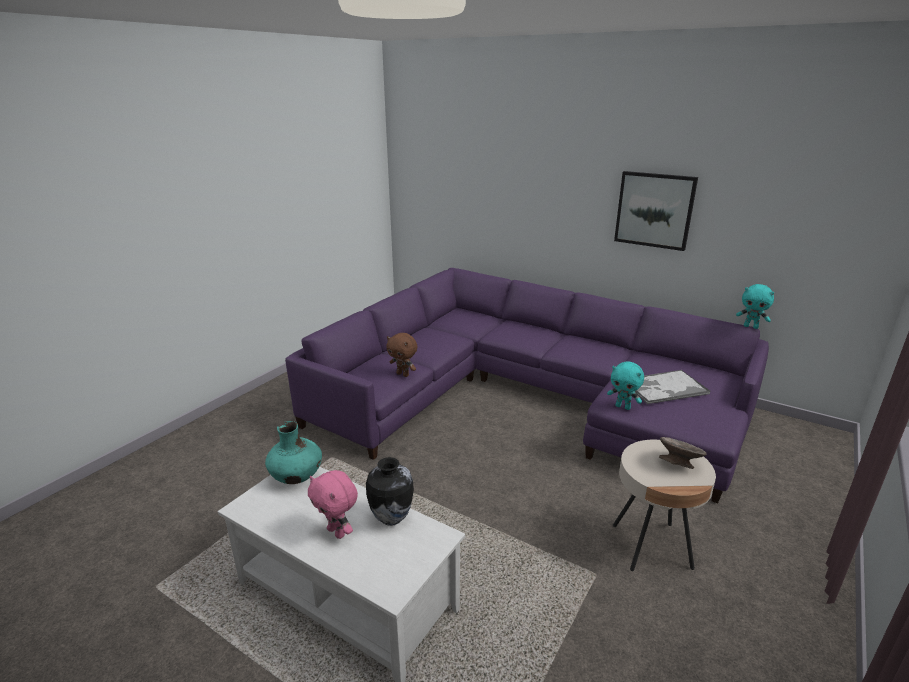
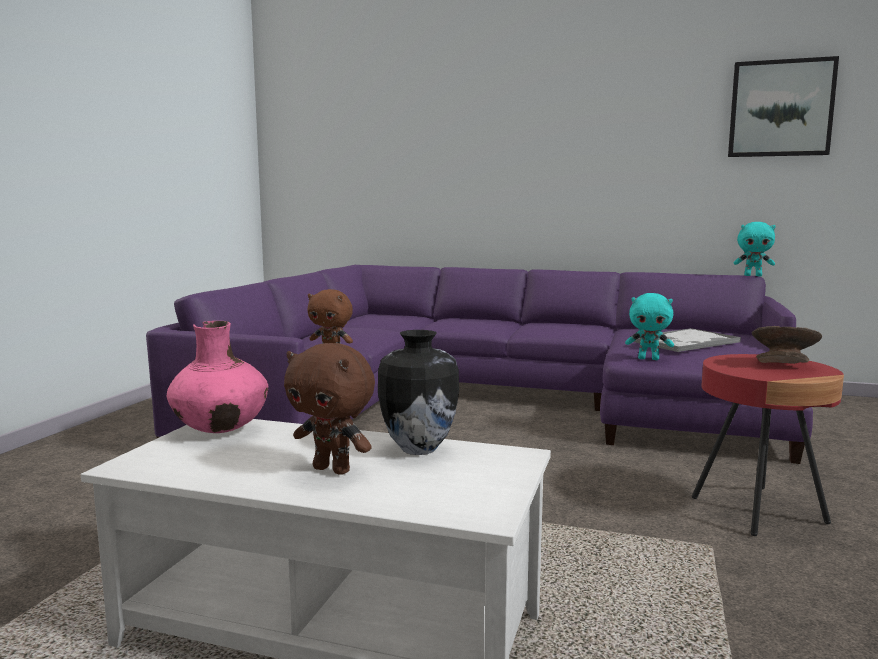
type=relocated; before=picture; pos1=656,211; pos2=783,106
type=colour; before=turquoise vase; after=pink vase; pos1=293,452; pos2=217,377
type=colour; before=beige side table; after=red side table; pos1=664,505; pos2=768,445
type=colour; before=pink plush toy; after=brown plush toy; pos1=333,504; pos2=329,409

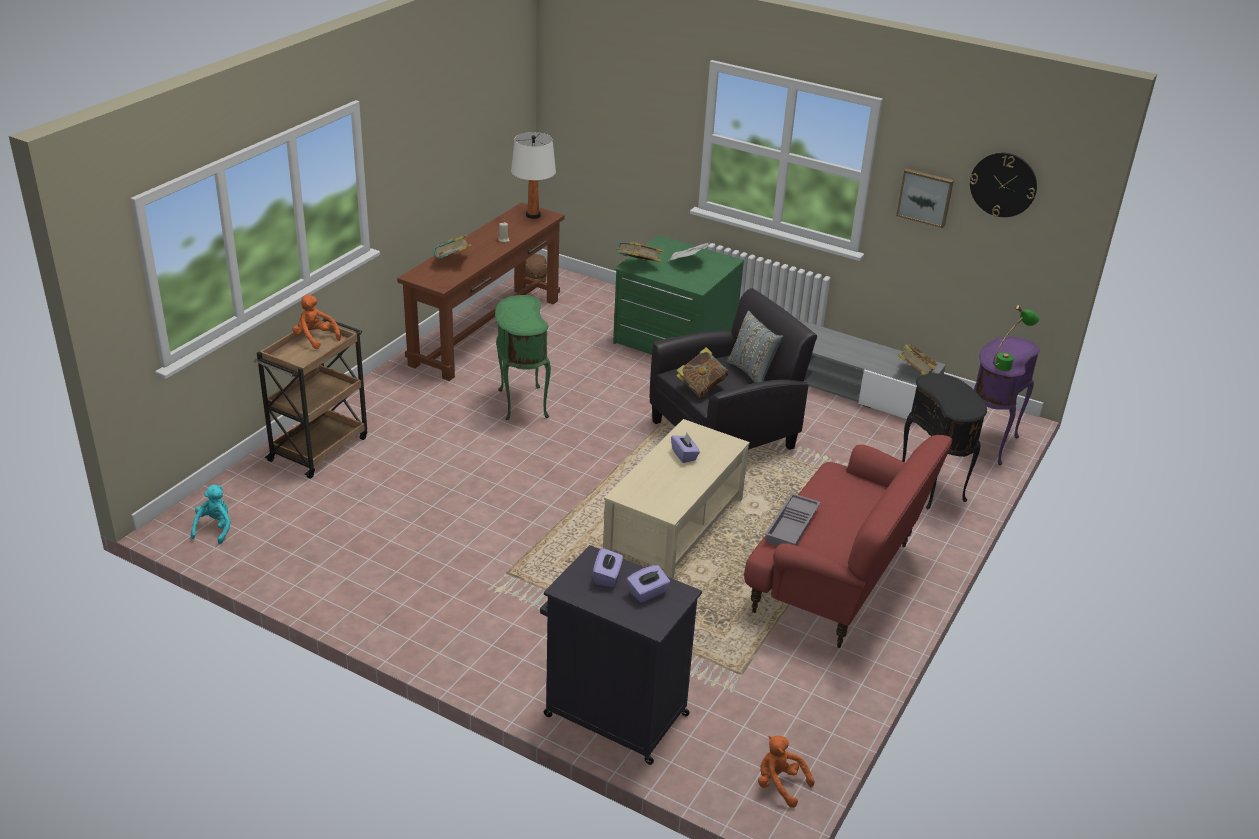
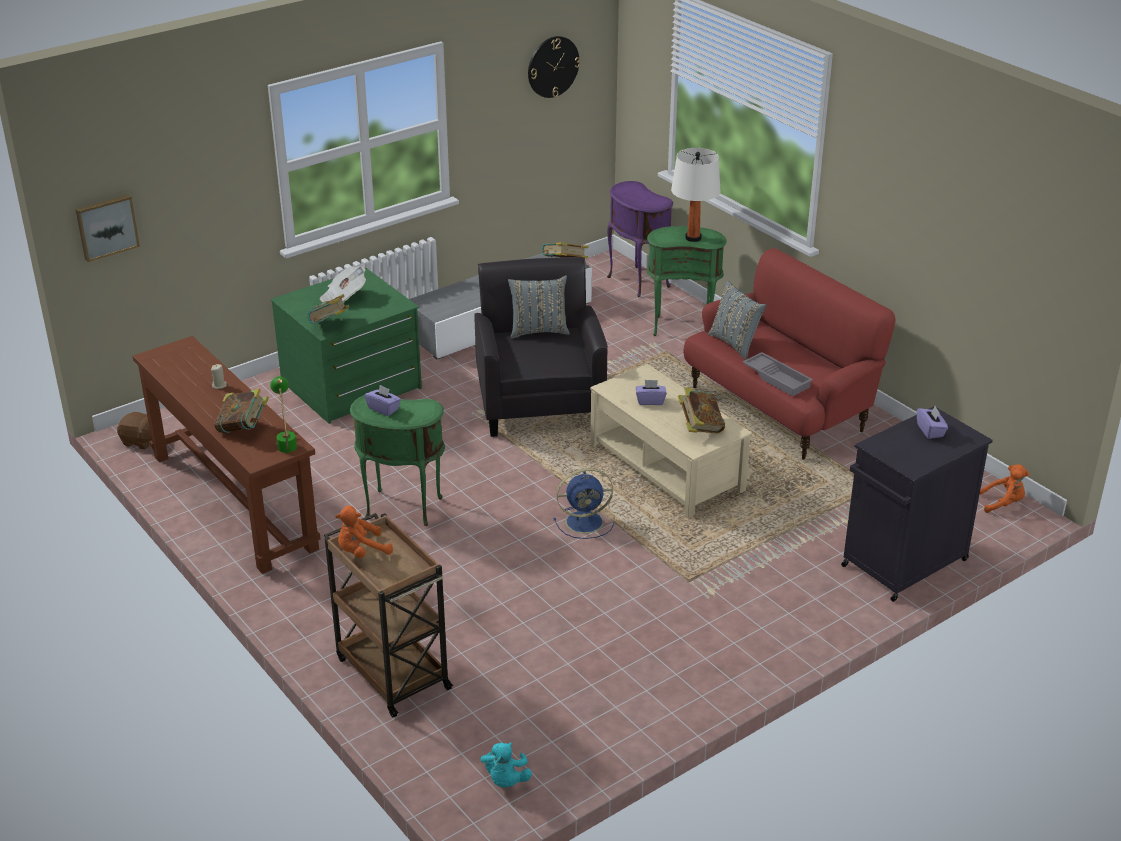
type=relocated; before=white table lamp; pos1=533,175; pos2=696,195
type=relocated; before=picture; pos1=925,198; pos2=107,228
type=relocated; before=green table lamp; pos1=1016,338; pos2=283,414
type=relocated; before=book; pos1=702,372; pos2=701,411
type=colour; before=black side table; after=green side table; pos1=944,441; pos2=687,281
type=spun; before=turquoise plush toy; pos1=211,514; pos2=506,764; turn=-120
type=relocated; before=purple tissue box; pos1=608,567; pos2=383,400
type=spun; before=orange plush toy; pos1=786,772; pos2=1004,488; turn=-150
type=appeared; after=grey pillow; pos2=737,320
type=appeared; after=blue fan; pos2=583,503

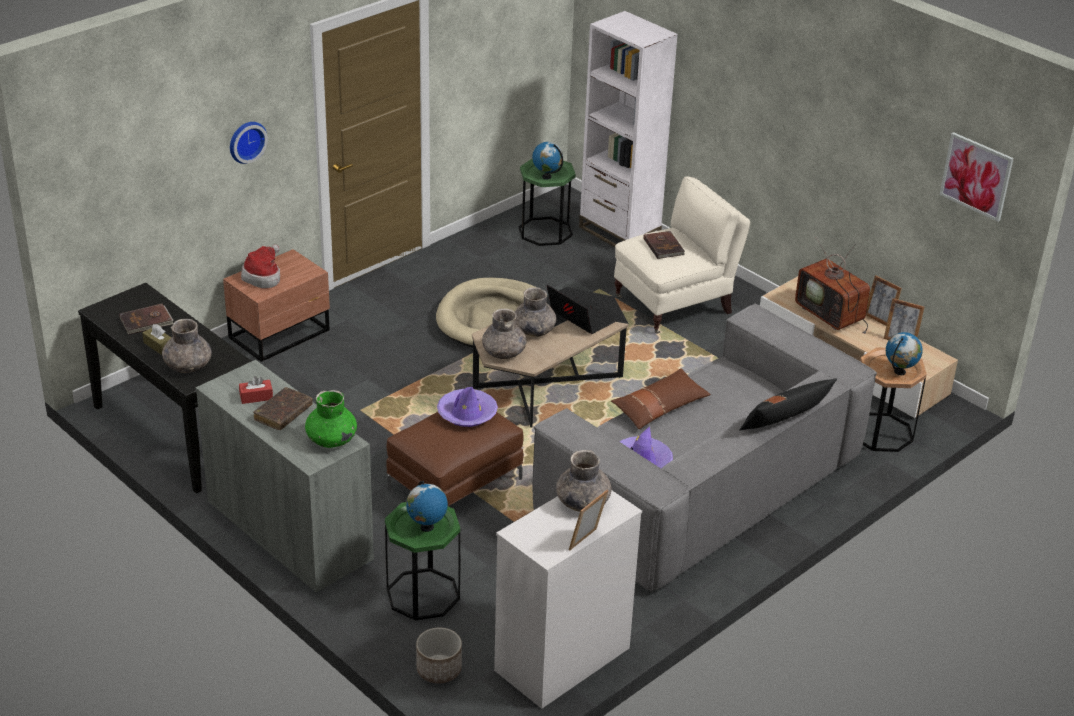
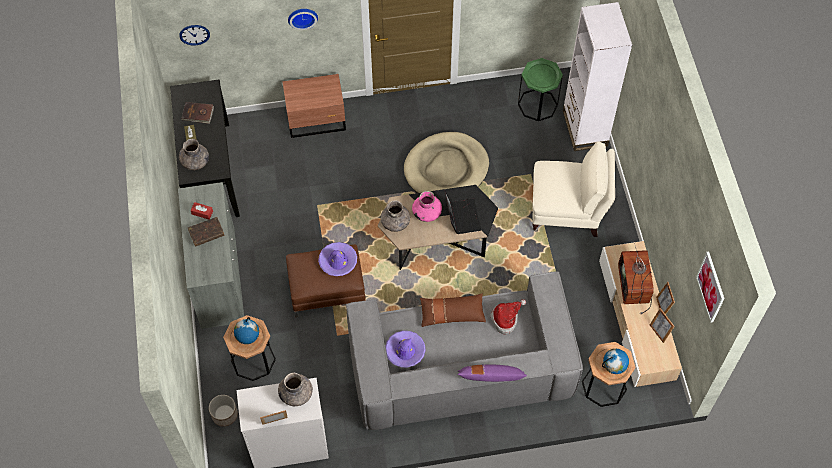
type=missing; before=globe; pos1=547,160
type=missing; before=brown book; pos1=664,245
type=relocated; before=hat; pos1=260,266; pos2=508,316
type=colour; before=grey vase; after=pink vase; pos1=536,312; pos2=427,206
type=colour; before=black pillow; after=purple pillow; pos1=788,404; pos2=492,373
type=missing; before=green vase; pos1=331,419
type=colour; before=green side table; after=brown side table; pos1=422,561; pos2=249,348
type=appeared; after=wall clock; pos2=195,35

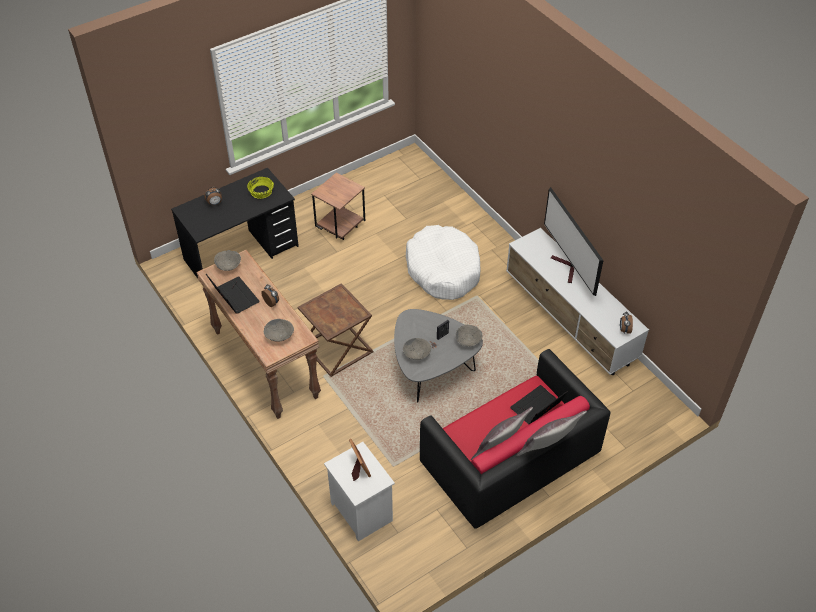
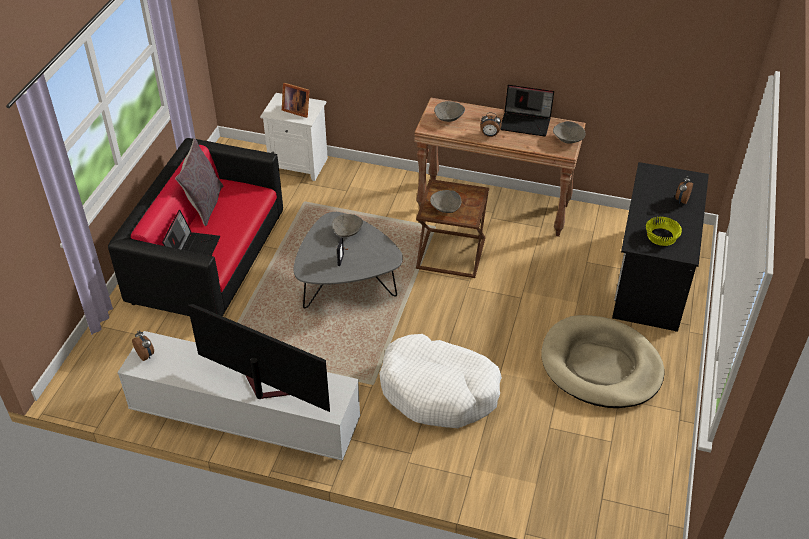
type=exchanged; before=brown side table; after=beige dog bed; pos1=338,206; pos2=603,361
type=relocated; before=grey bowl; pos1=469,336; pos2=445,201
type=missing; before=grey pillow; pos1=551,433

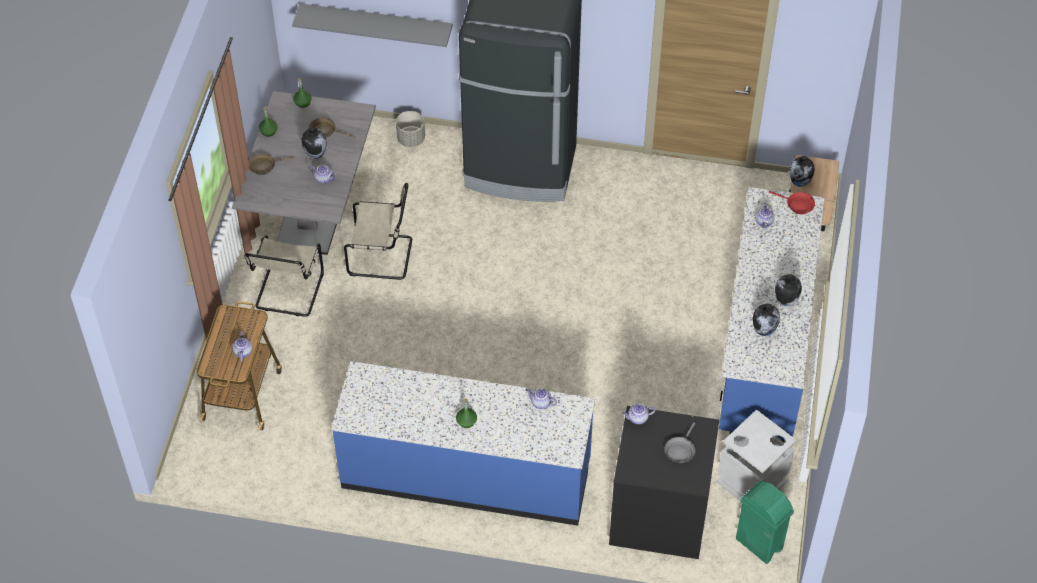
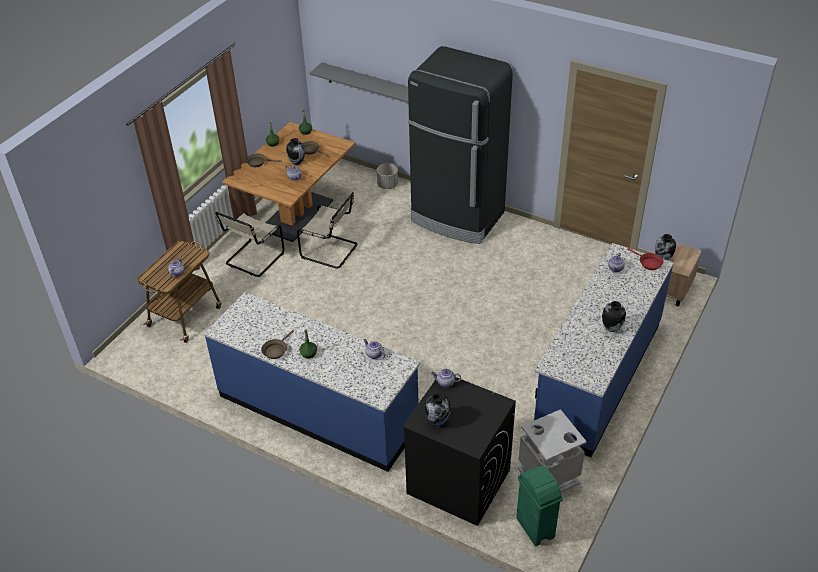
type=colour; before=grey dining table; after=brown dining table; pos1=304,173; pos2=288,182
type=relocated; before=vase; pos1=766,320; pos2=437,409
type=missing; before=grey frying pan; pos1=679,442
type=appeared; after=brown frying pan; pos2=277,344

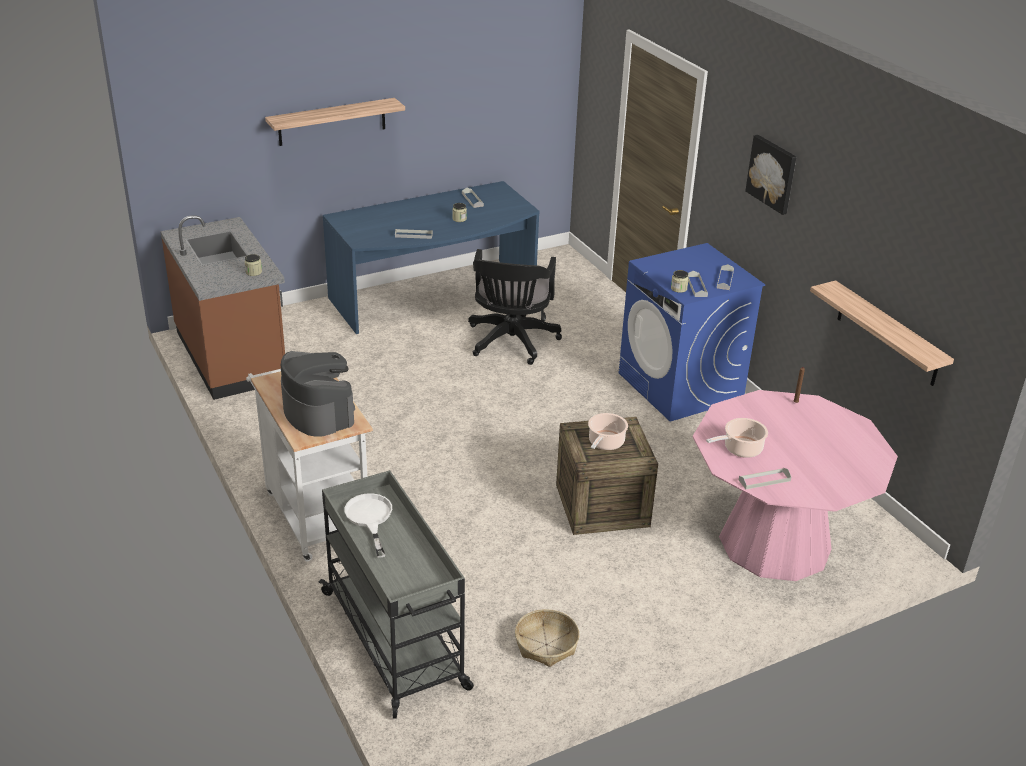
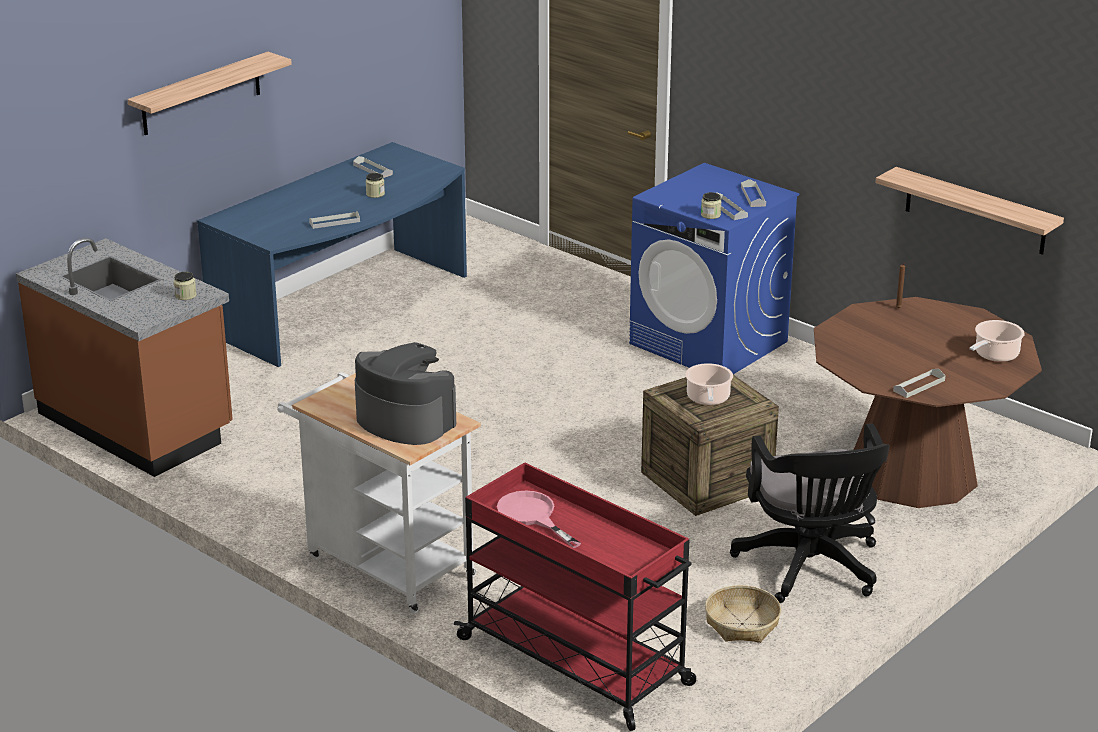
type=missing; before=picture; pos1=770,175
type=relocated; before=black office chair; pos1=515,307; pos2=810,513
type=colour; before=pink dining table; after=brown dining table; pos1=795,485; pos2=928,402
type=relocated; before=cooking pot; pos1=737,438; pos2=997,341
type=colour; before=grey cart; after=red cart; pos1=396,594; pos2=575,596
type=colour; before=white frying pan; after=pink frying pan; pos1=368,525; pos2=539,519

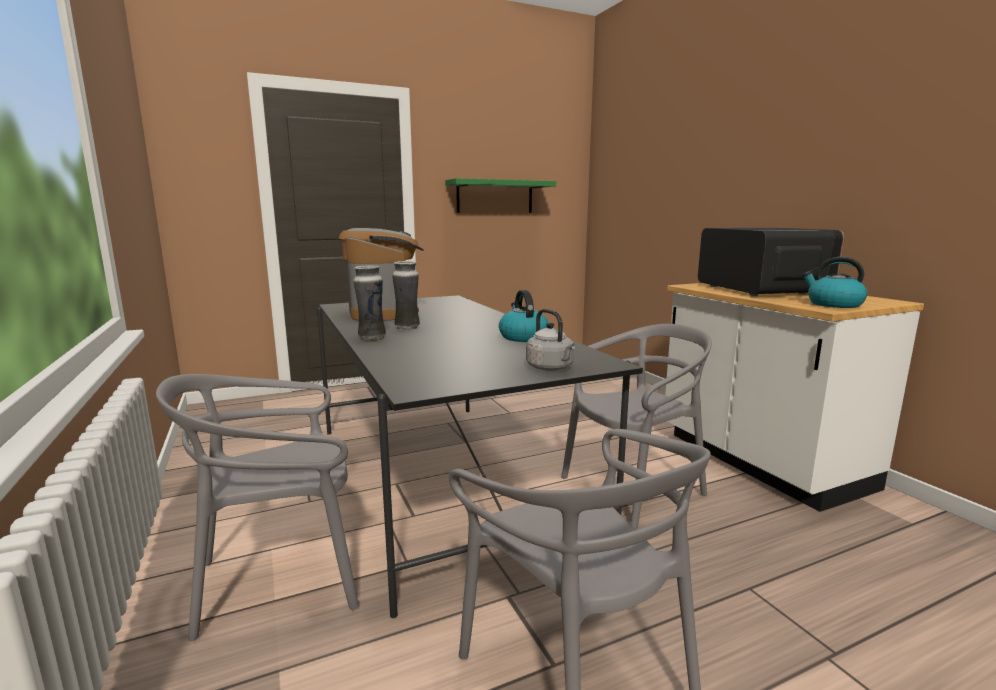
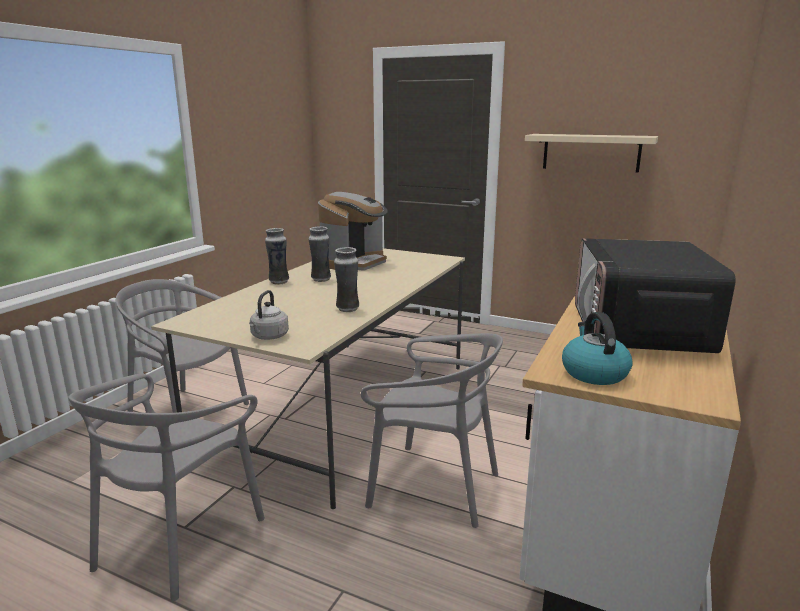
type=colour; before=green shelf; after=beige shelf; pos1=500,195; pos2=591,153
type=spun; before=microwave; pos1=771,262; pos2=655,295; turn=150
type=exchanged; before=kettle; after=vase; pos1=524,316; pos2=346,279
type=colour; before=black dining table; after=beige dining table; pos1=480,456; pos2=308,378

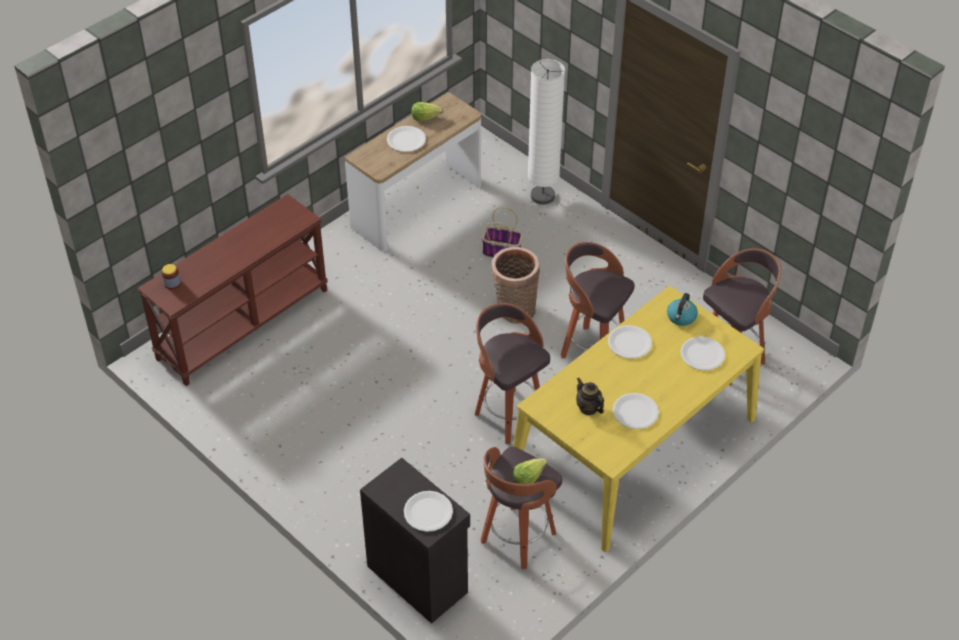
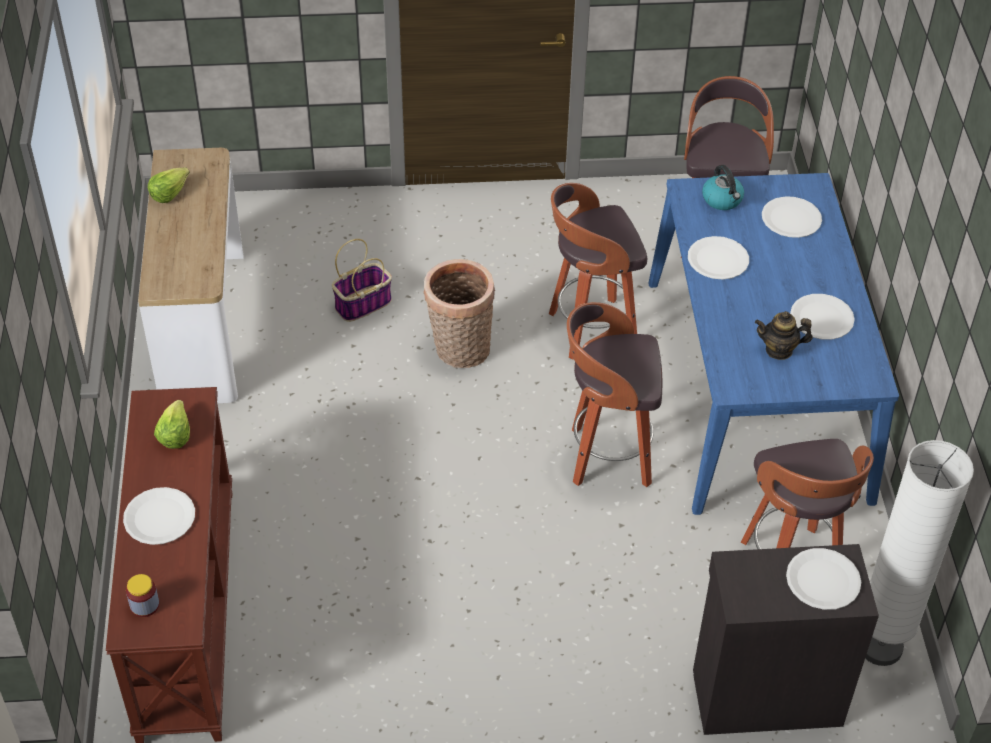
type=relocated; before=white floor lamp; pos1=546,132; pos2=919,553
type=relocated; before=white plate; pos1=406,139; pos2=159,516
type=colour; before=yellow dining table; after=blue dining table; pos1=638,419; pos2=773,344
type=relocated; before=lettuce; pos1=530,471; pos2=172,424

